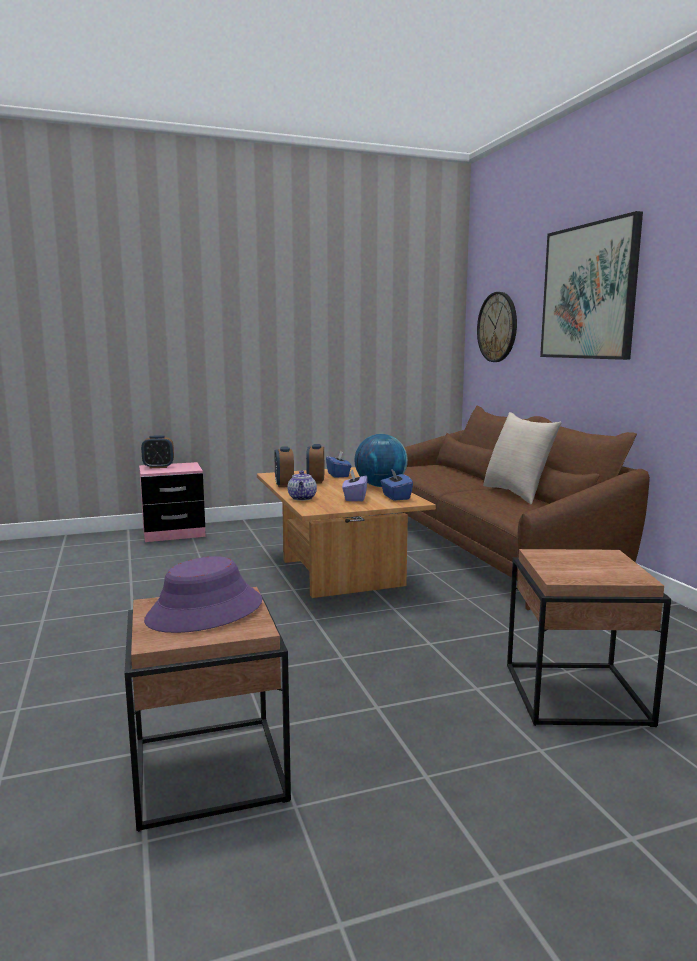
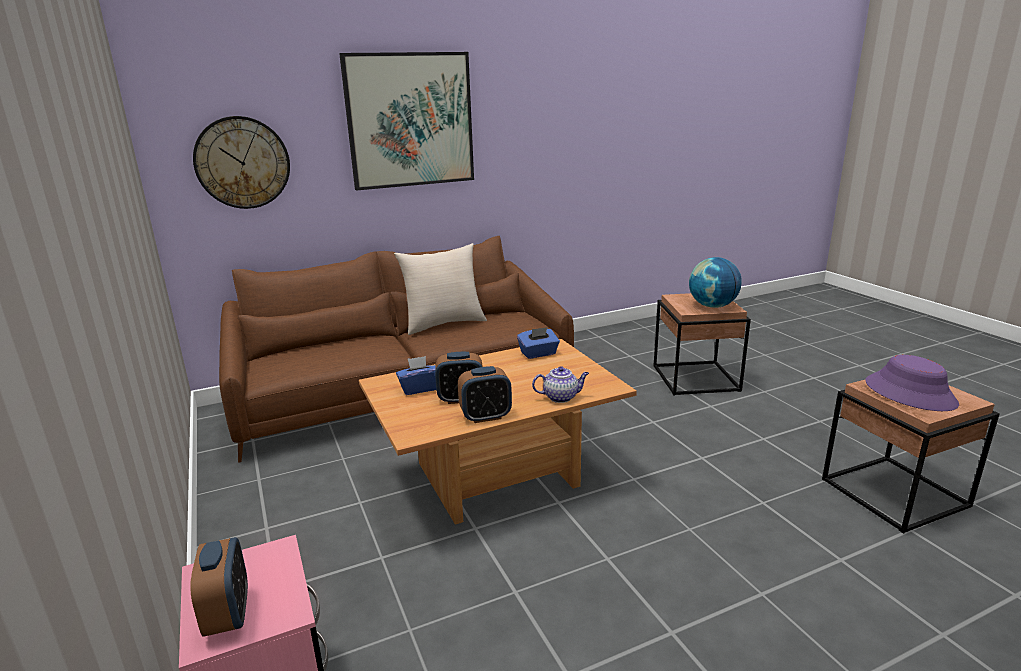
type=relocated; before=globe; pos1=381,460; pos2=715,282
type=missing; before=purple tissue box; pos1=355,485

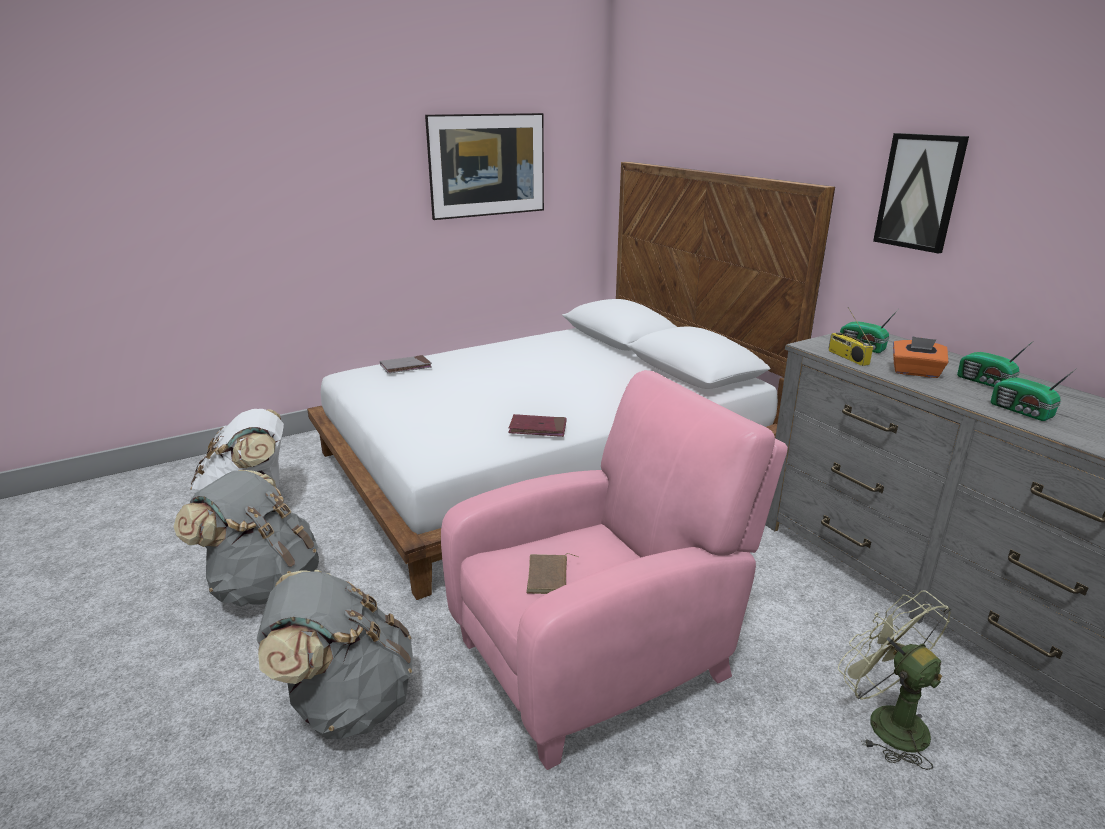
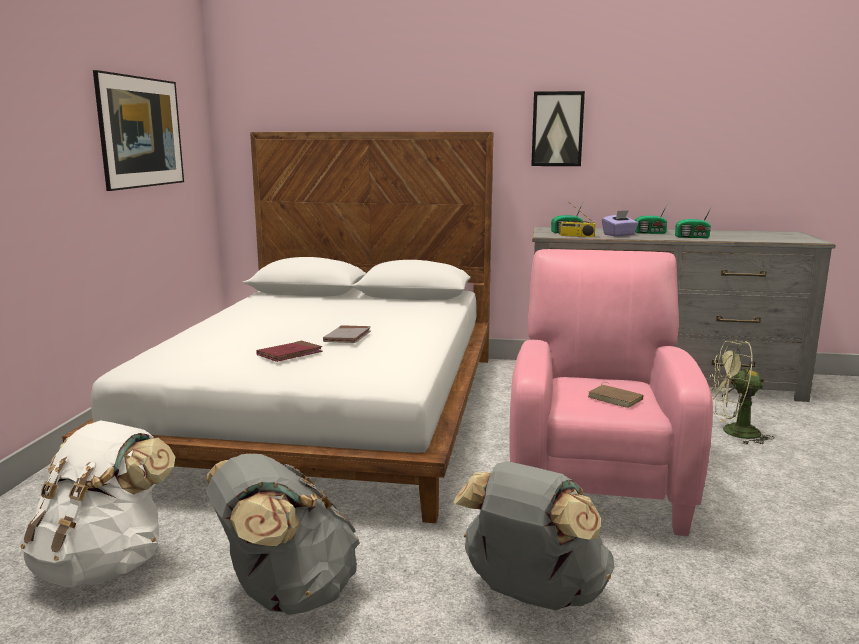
type=colour; before=orange tissue box; after=purple tissue box; pos1=921,357; pos2=620,223
type=relocated; before=grey book; pos1=406,364; pos2=347,334
type=relocated; before=red book; pos1=537,425; pos2=289,351

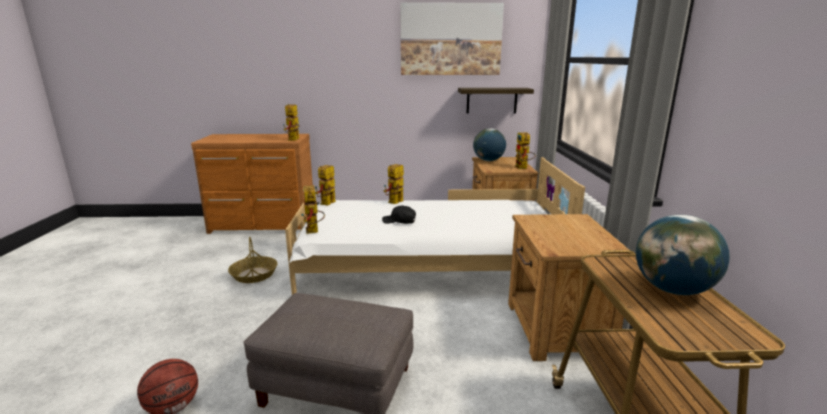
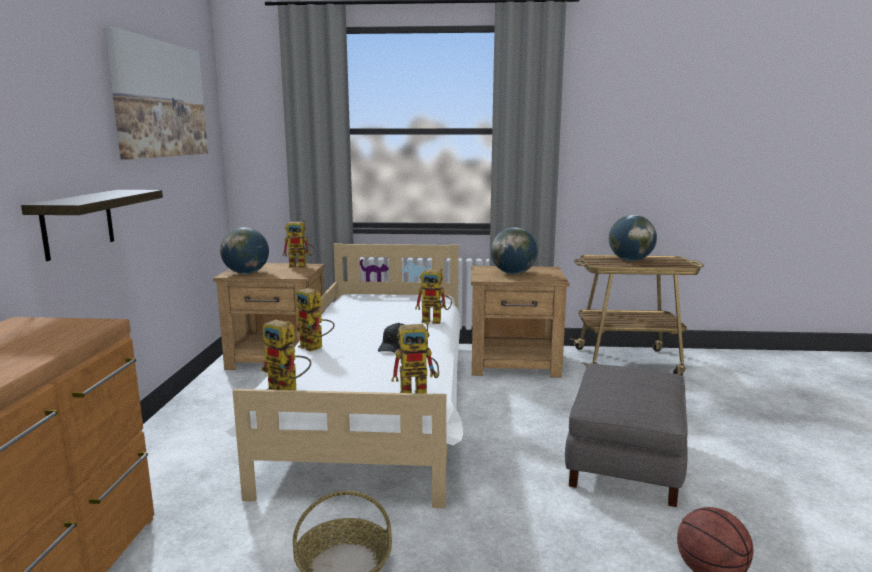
type=relocated; before=shelf; pos1=496,101; pos2=92,225
type=relocated; before=toy robot; pos1=291,122; pos2=433,296
type=appeared; after=globe; pos2=514,250

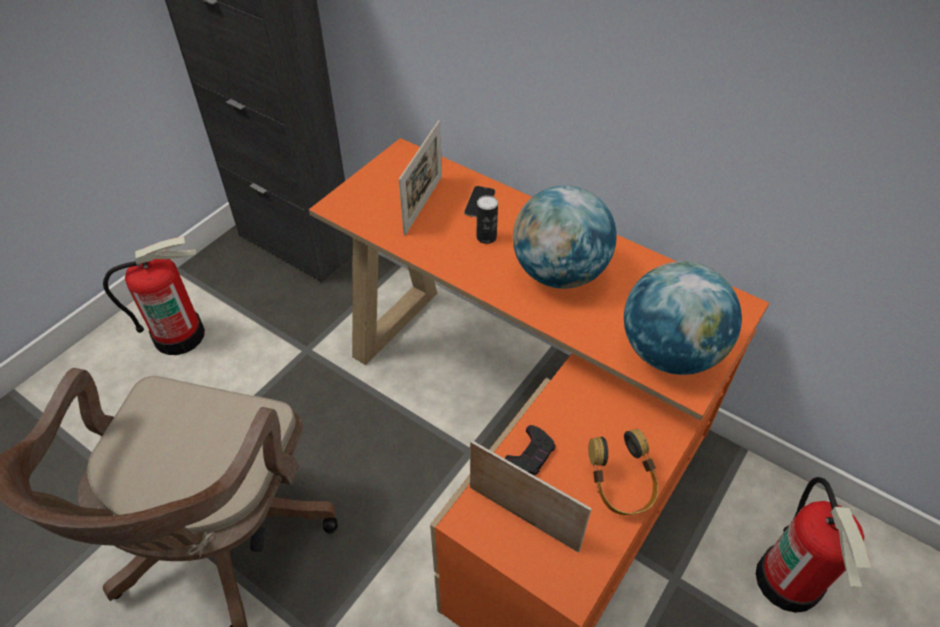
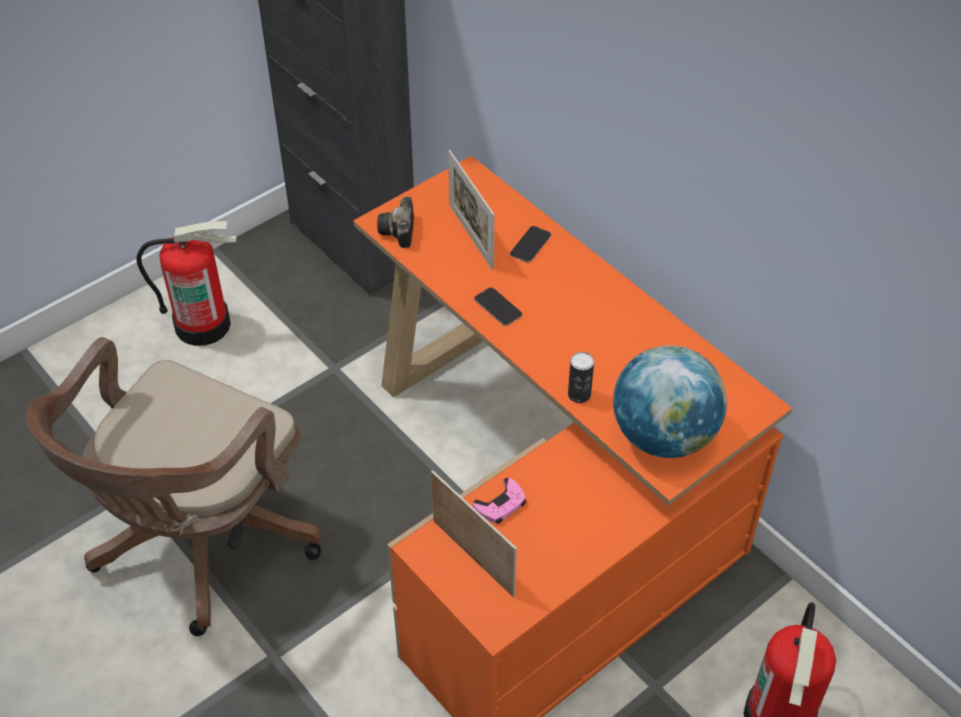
type=spun; before=picture frame; pos1=420,178; pos2=471,210; turn=120
type=missing; before=globe; pos1=565,237
type=relocated; before=can; pos1=487,219; pos2=581,377
type=colour; before=black game controller; after=pink game controller; pos1=530,450; pos2=499,501
type=missing; before=headphones; pos1=623,472
type=appeared; after=photo camera; pos2=395,222
type=appeared; after=phone; pos2=498,307

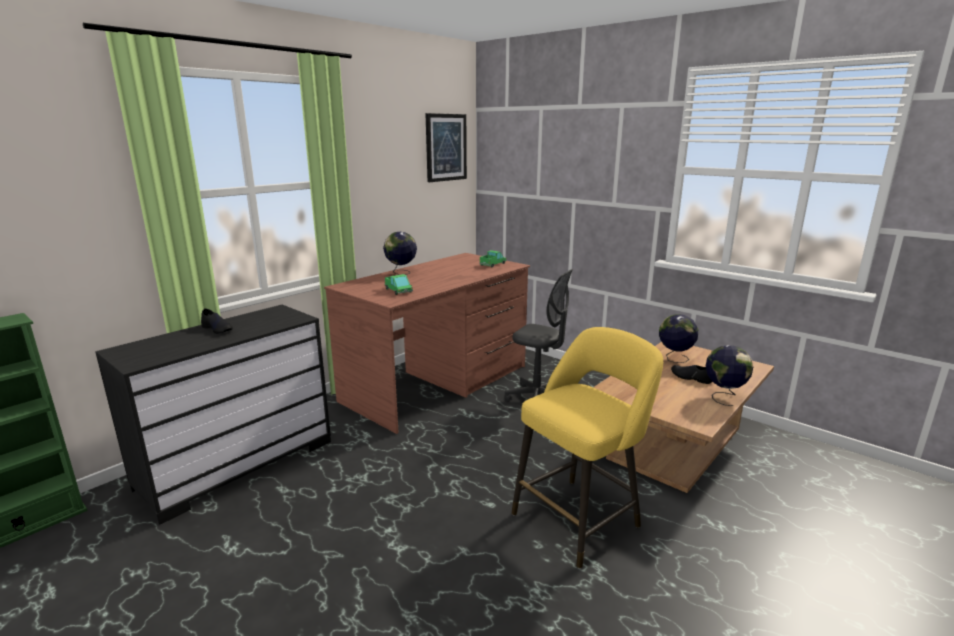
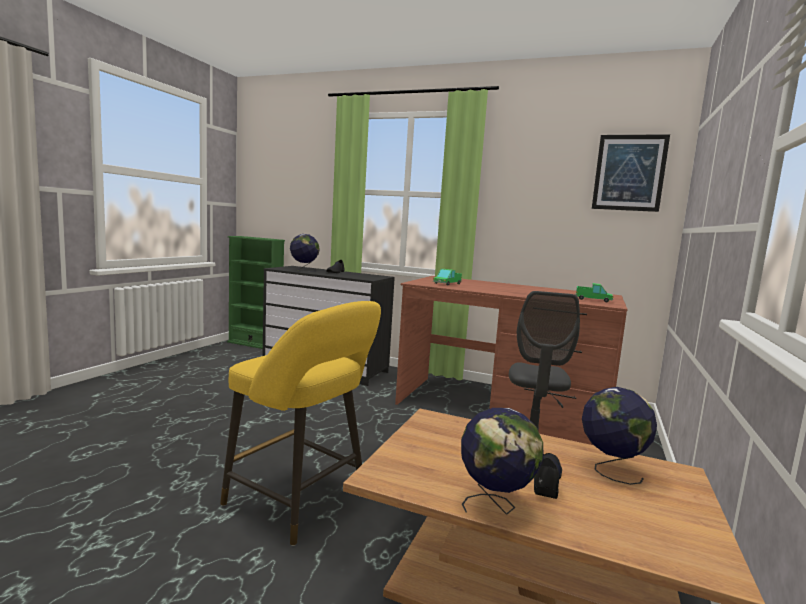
type=relocated; before=globe; pos1=400,253; pos2=305,253

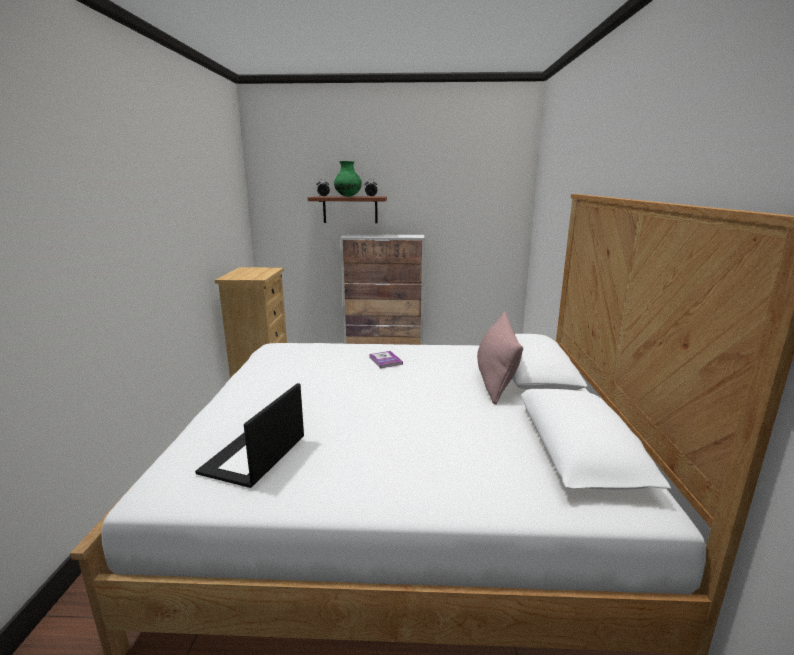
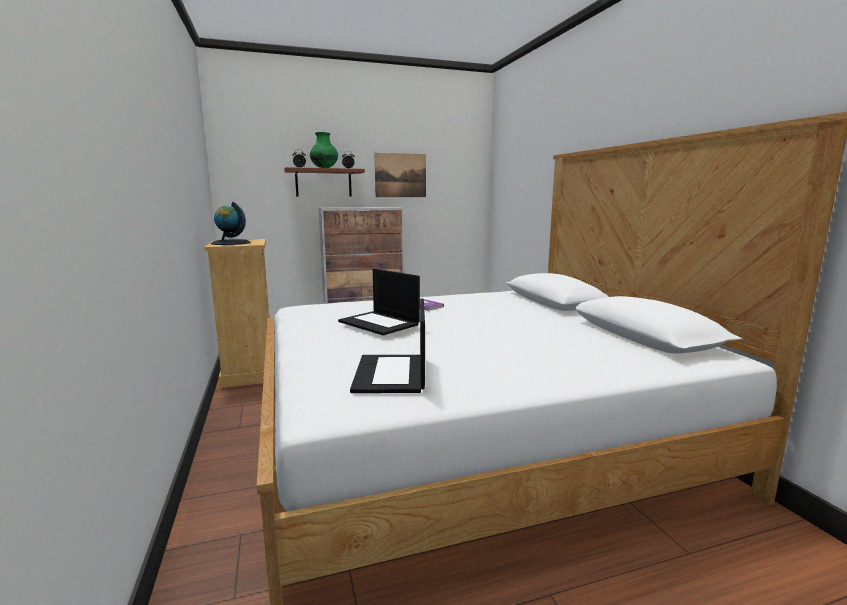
type=missing; before=pink pillow; pos1=500,357
type=appeared; after=picture; pos2=400,175
type=appeared; after=globe; pos2=230,223
type=appeared; after=laptop; pos2=379,301

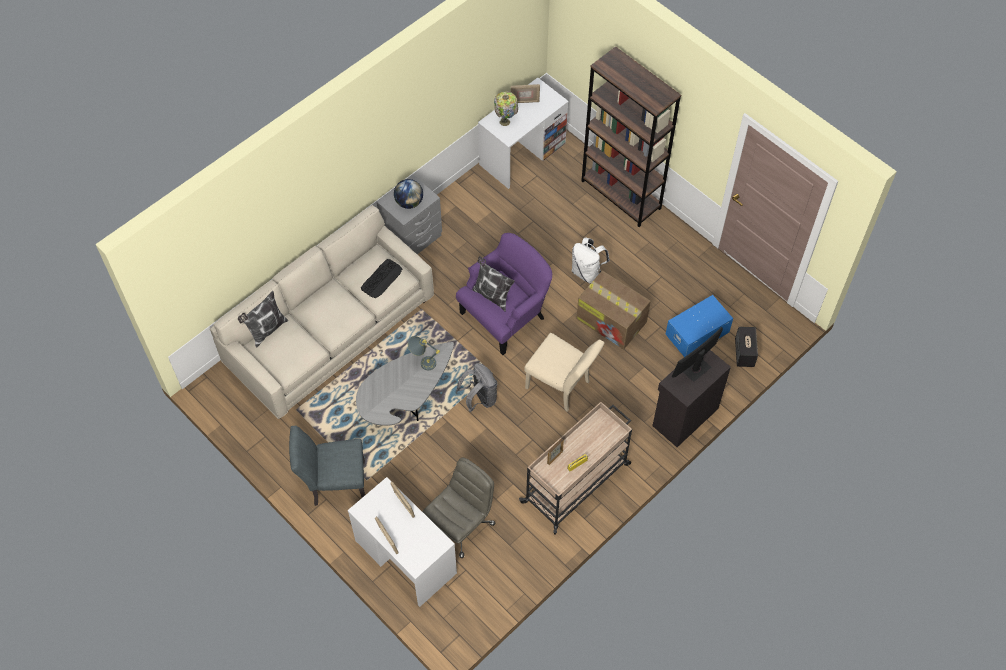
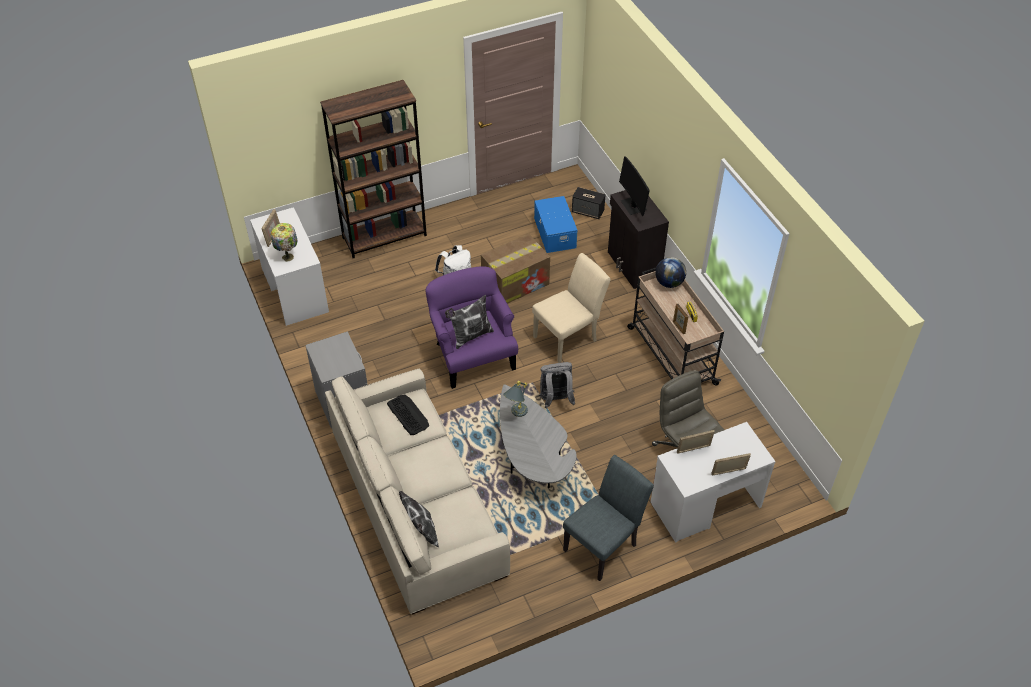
type=relocated; before=globe; pos1=408,194; pos2=670,272
type=spun; before=grey chair; pos1=327,466; pos2=608,518; turn=-150

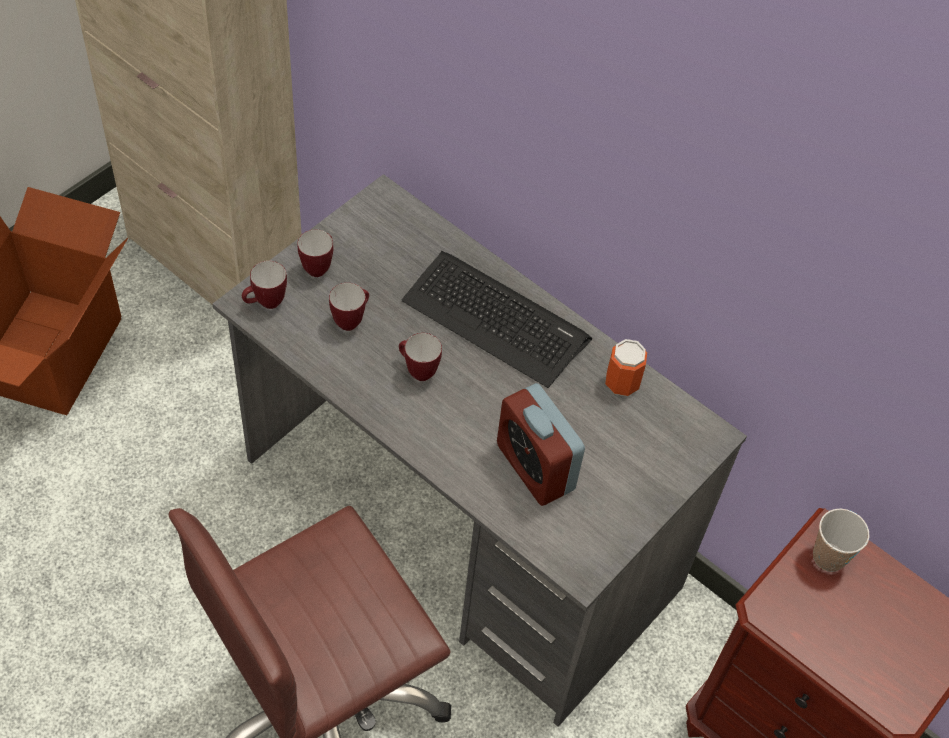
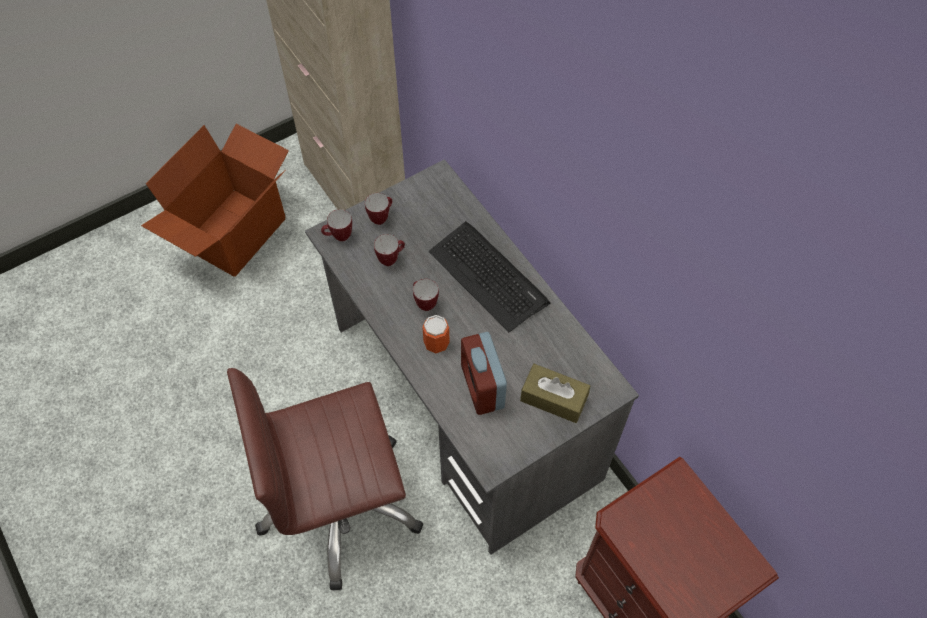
type=relocated; before=can; pos1=626,367; pos2=436,334
type=missing; before=cup; pos1=841,540
type=appeared; after=brown tissue box; pos2=555,393

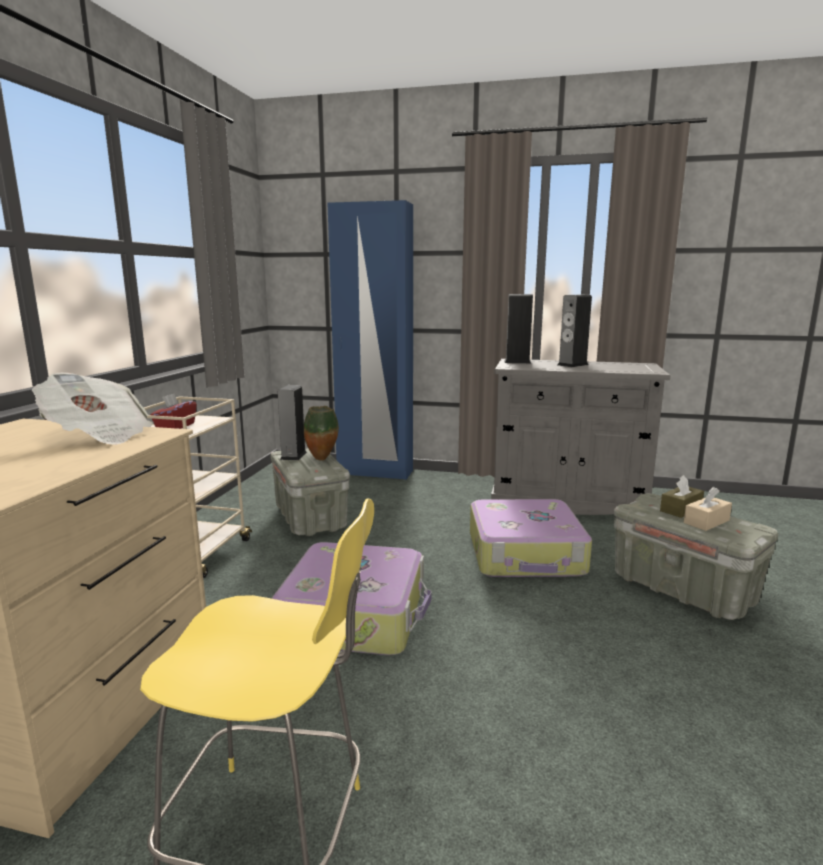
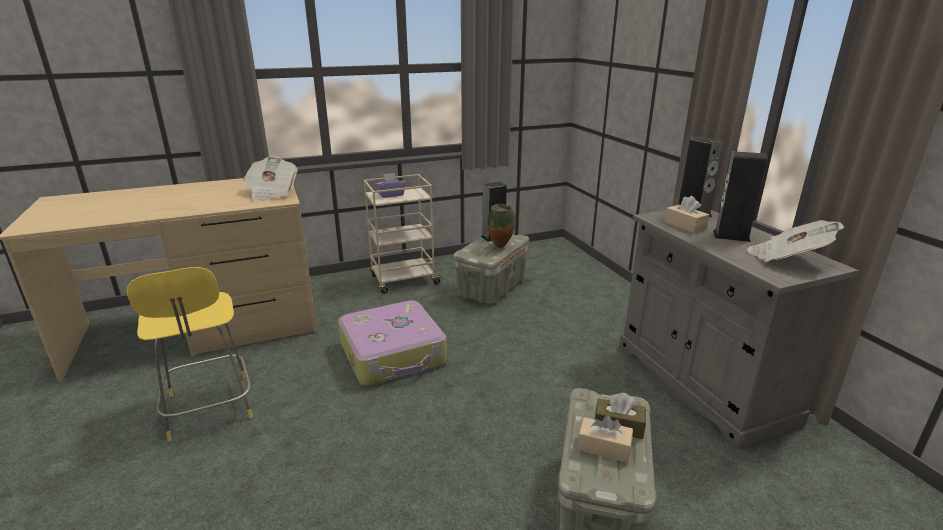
type=missing; before=blue wardrobe; pos1=370,340
type=colour; before=red tissue box; after=purple tissue box; pos1=173,411; pos2=390,185
type=missing; before=suitcase; pos1=531,538
type=appeared; after=beige tissue box; pos2=687,214
type=appeared; after=newspaper; pos2=795,241

